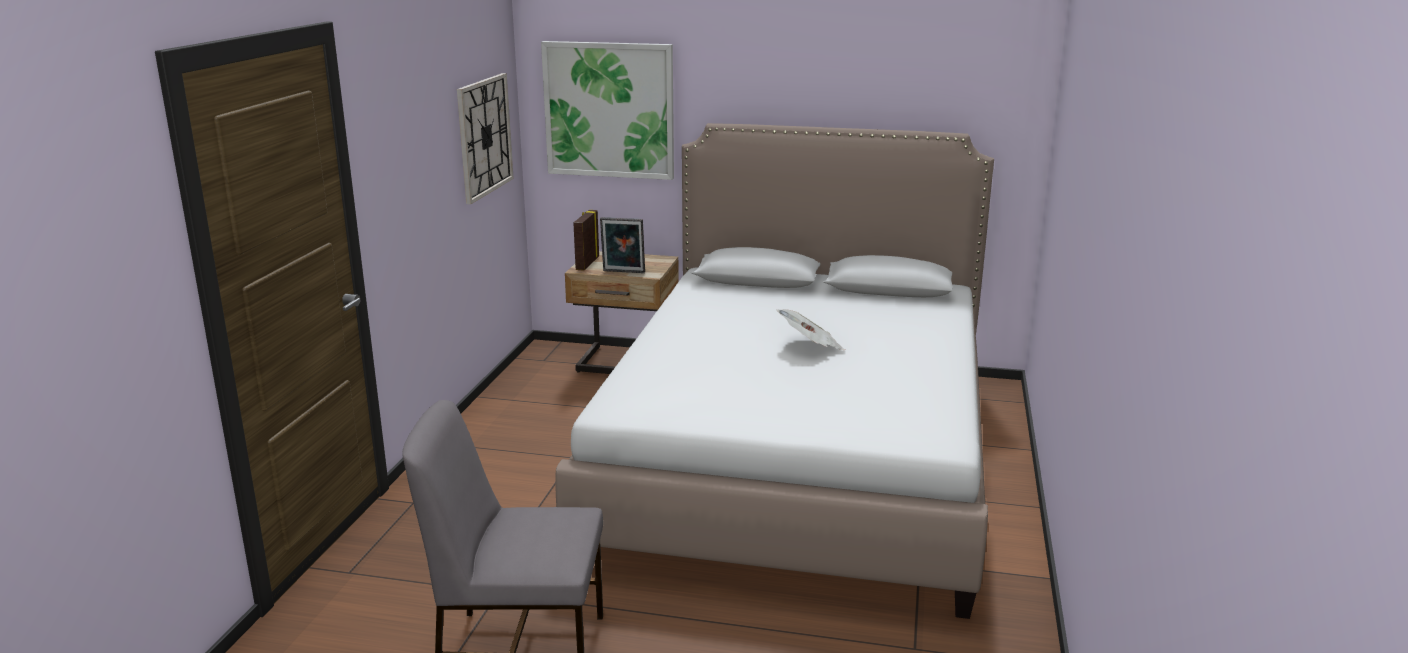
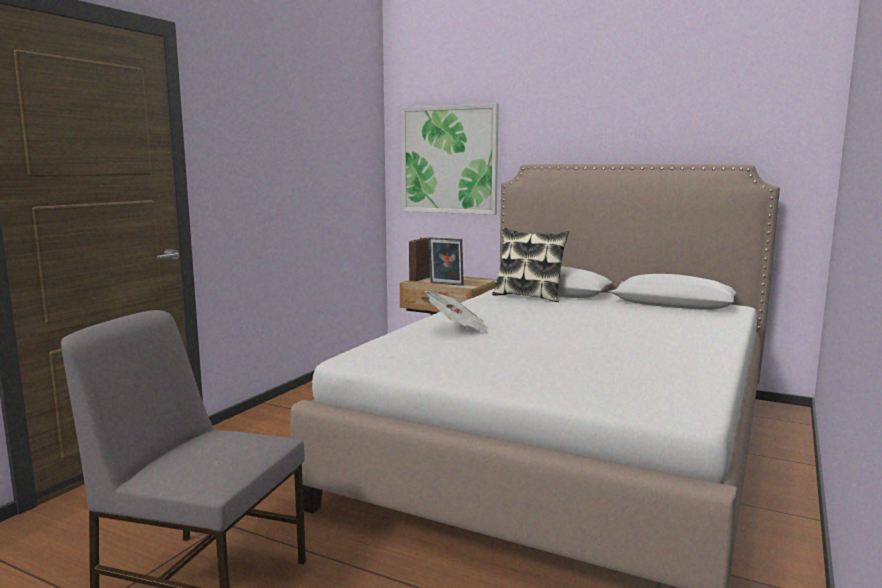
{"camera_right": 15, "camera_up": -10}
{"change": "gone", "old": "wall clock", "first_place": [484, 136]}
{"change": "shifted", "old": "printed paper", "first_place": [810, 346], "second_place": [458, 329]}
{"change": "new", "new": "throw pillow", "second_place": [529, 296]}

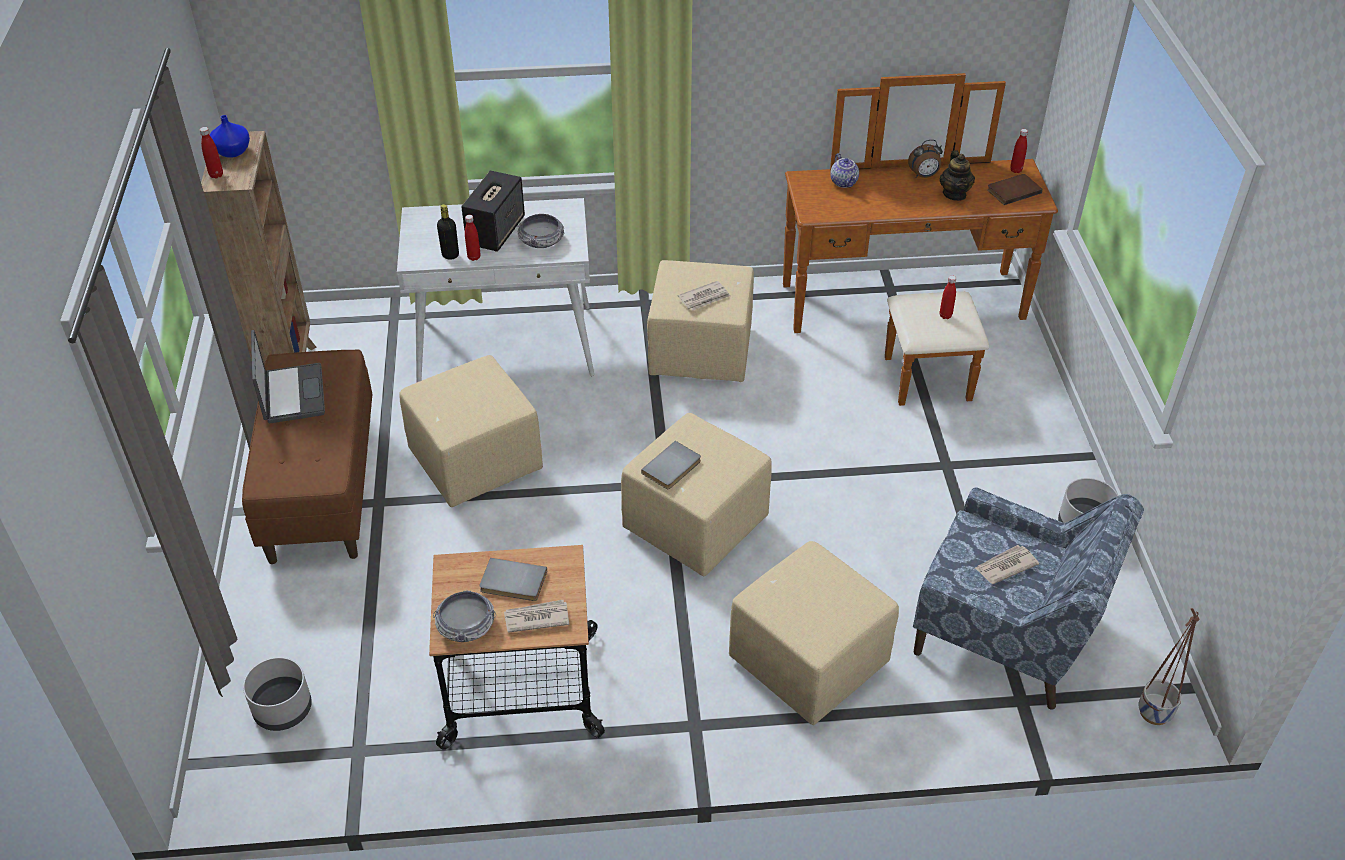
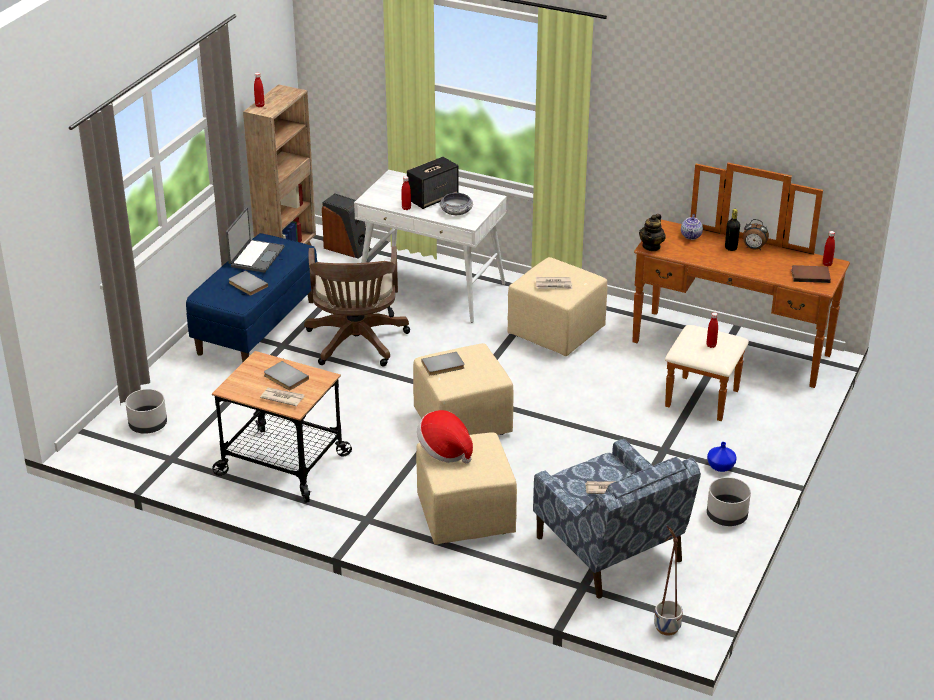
{"camera_right": 30, "camera_up": -10}
{"change": "shifted", "old": "flower vase in bluish", "first_place": [233, 151], "second_place": [721, 466]}
{"change": "repainted", "old": "long seat in brown-coloured", "new": "long seat in bluish", "first_place": [321, 487], "second_place": [256, 326]}
{"change": "swapped", "old": "ottoman in beige-coloured", "new": "office chair in brown-coloured", "first_place": [474, 463], "second_place": [356, 344]}
{"change": "gone", "old": "deep dish", "first_place": [466, 626]}
{"change": "shifted", "old": "bottle in black-coloured", "first_place": [450, 255], "second_place": [731, 248]}
{"change": "shifted", "old": "pot for tea", "first_place": [954, 194], "second_place": [651, 246]}
{"change": "new", "new": "volume in greyish", "second_place": [247, 285]}
{"change": "new", "new": "speaker", "second_place": [347, 248]}
{"change": "new", "new": "wearable hat", "second_place": [445, 450]}

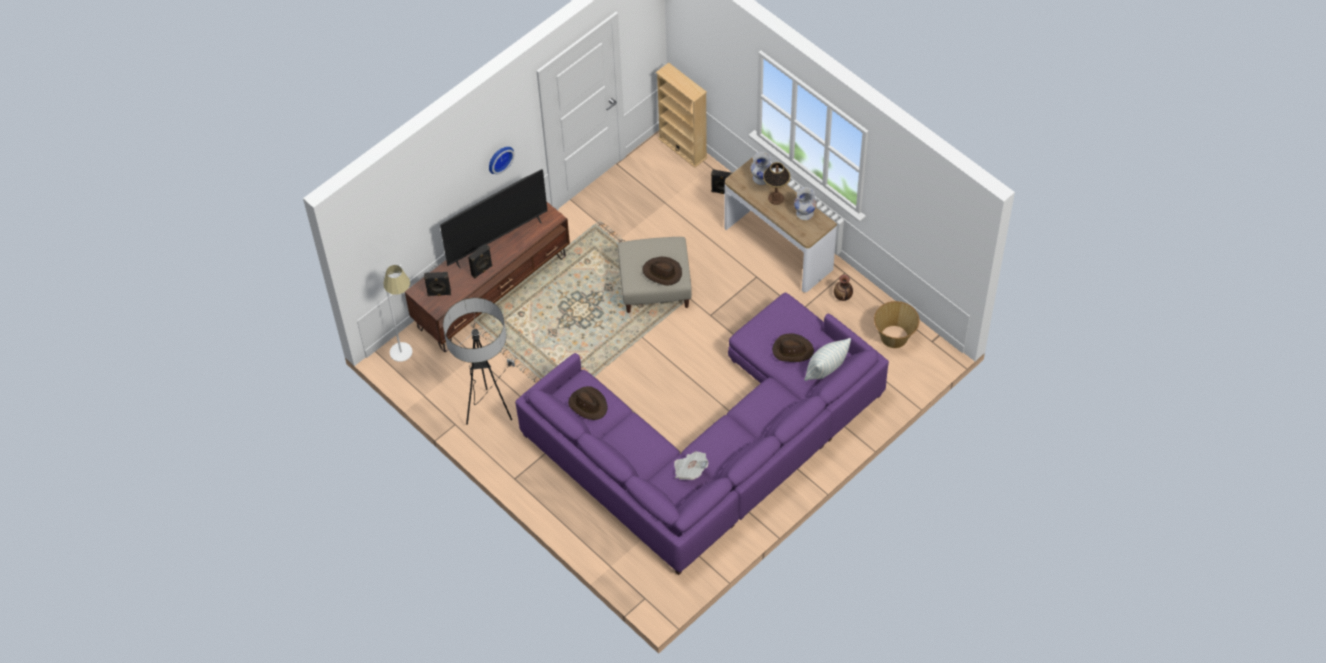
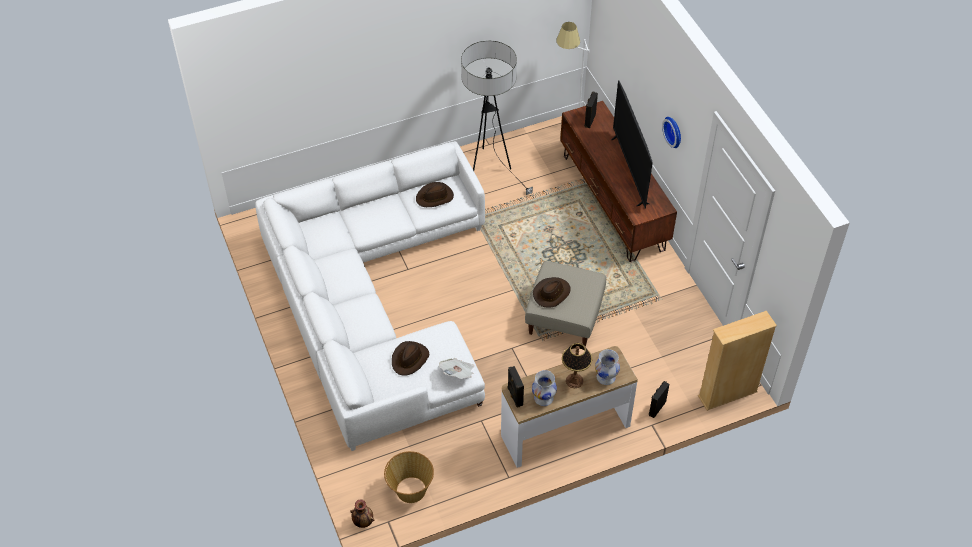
{"camera_right": 110, "camera_up": -5}
{"change": "shifted", "old": "speaker in black-coloured", "first_place": [482, 270], "second_place": [514, 396]}
{"change": "repainted", "old": "sofa in purple", "new": "sofa in white", "first_place": [711, 444], "second_place": [374, 302]}
{"change": "shifted", "old": "printed paper", "first_place": [690, 470], "second_place": [458, 373]}
{"change": "gone", "old": "throw pillow", "first_place": [826, 370]}
{"change": "shifted", "old": "flower vase", "first_place": [843, 296], "second_place": [363, 521]}

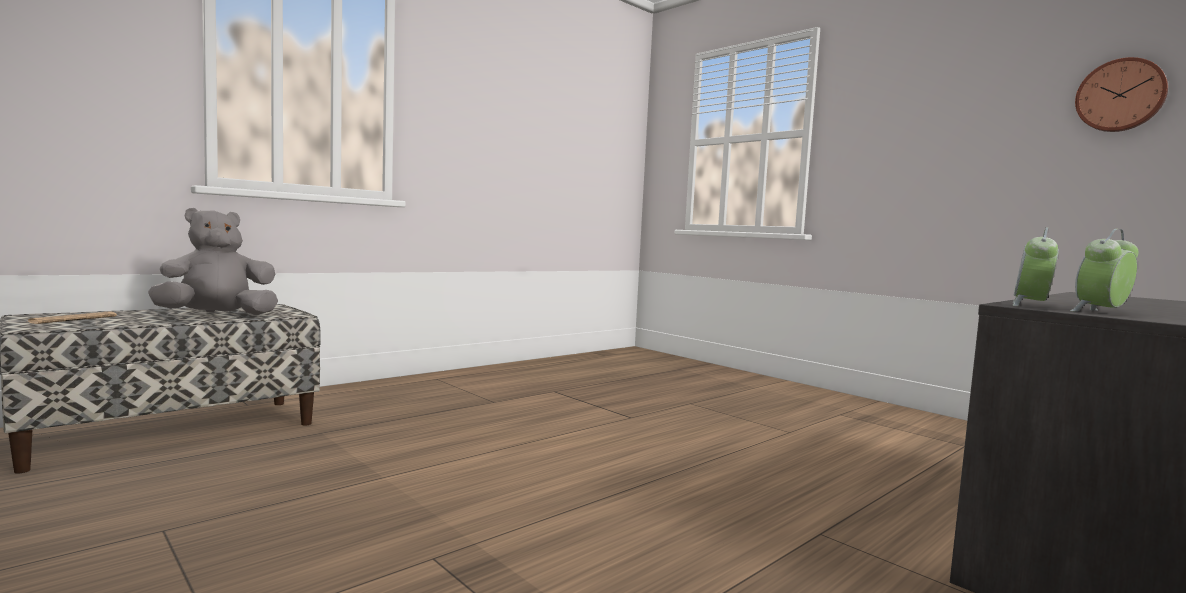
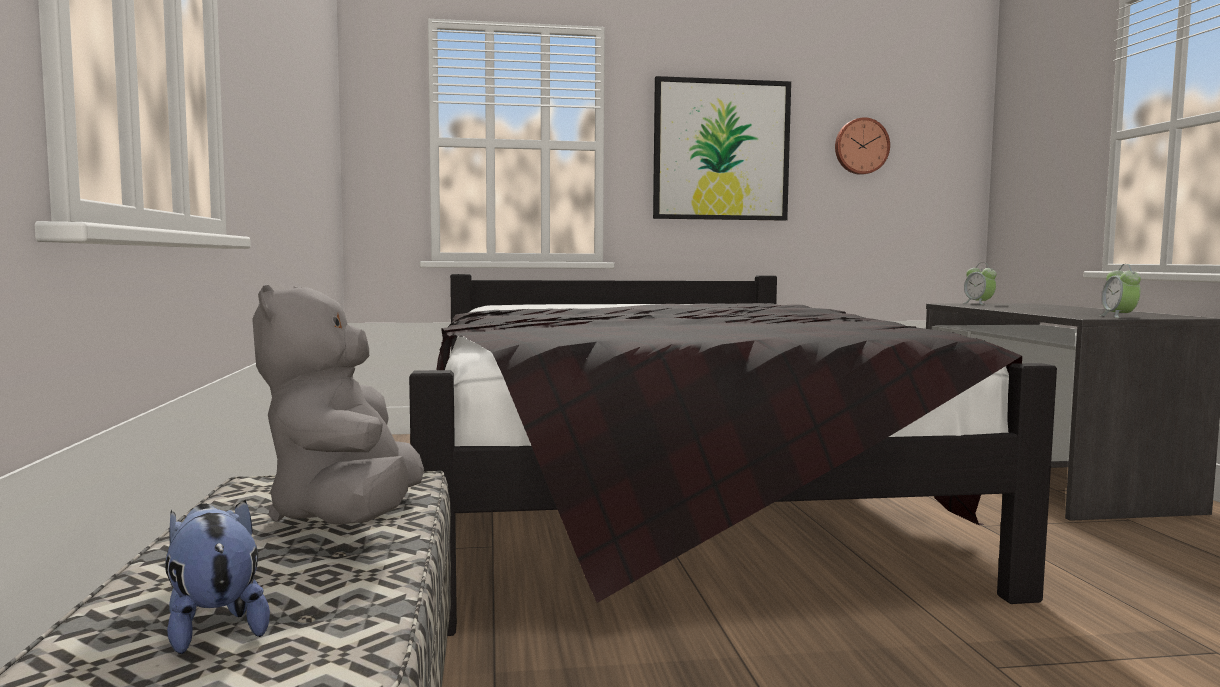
{"camera_right": -55, "camera_up": 0}
{"change": "swapped", "old": "printed paper", "new": "plush toy", "first_place": [73, 319], "second_place": [214, 627]}
{"change": "shifted", "old": "alarm clock", "first_place": [1031, 305], "second_place": [978, 303]}
{"change": "new", "new": "sleeping bed in black-coloured", "second_place": [662, 497]}
{"change": "new", "new": "picture", "second_place": [721, 150]}

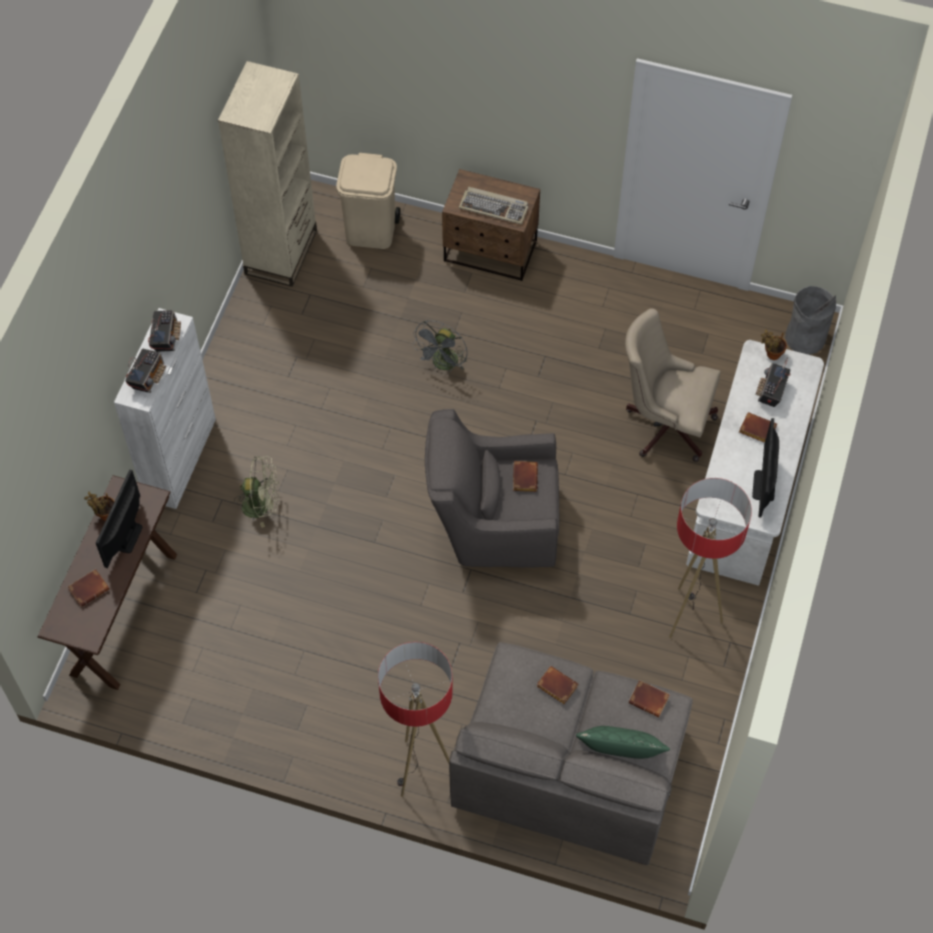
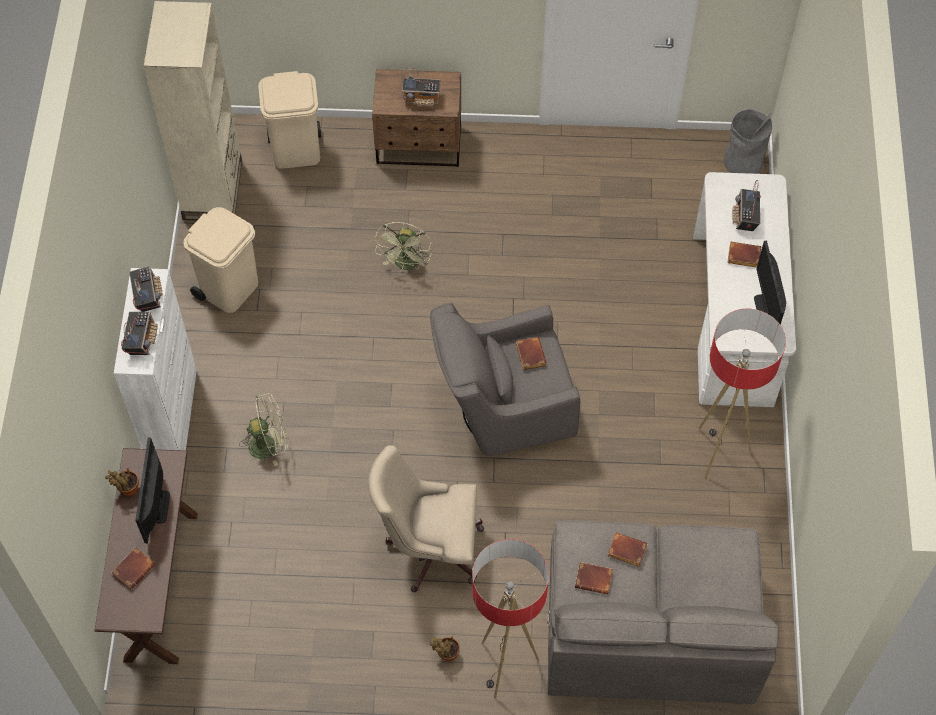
{"camera_right": -15, "camera_up": 0}
{"change": "repainted", "old": "fan in greyish", "new": "fan in green", "first_place": [443, 365], "second_place": [407, 265]}
{"change": "swapped", "old": "PC keyboard", "new": "radio receiver", "first_place": [494, 207], "second_place": [422, 98]}
{"change": "gone", "old": "throw pillow in green", "first_place": [619, 756]}
{"change": "shifted", "old": "office chair in beige-coloured", "first_place": [664, 423], "second_place": [429, 547]}
{"change": "shifted", "old": "volume in brown-coloured", "first_place": [650, 700], "second_place": [594, 579]}
{"change": "shifted", "old": "plant in a pot", "first_place": [771, 354], "second_place": [446, 655]}
{"change": "new", "new": "trash can in beige-coloured", "second_place": [230, 288]}

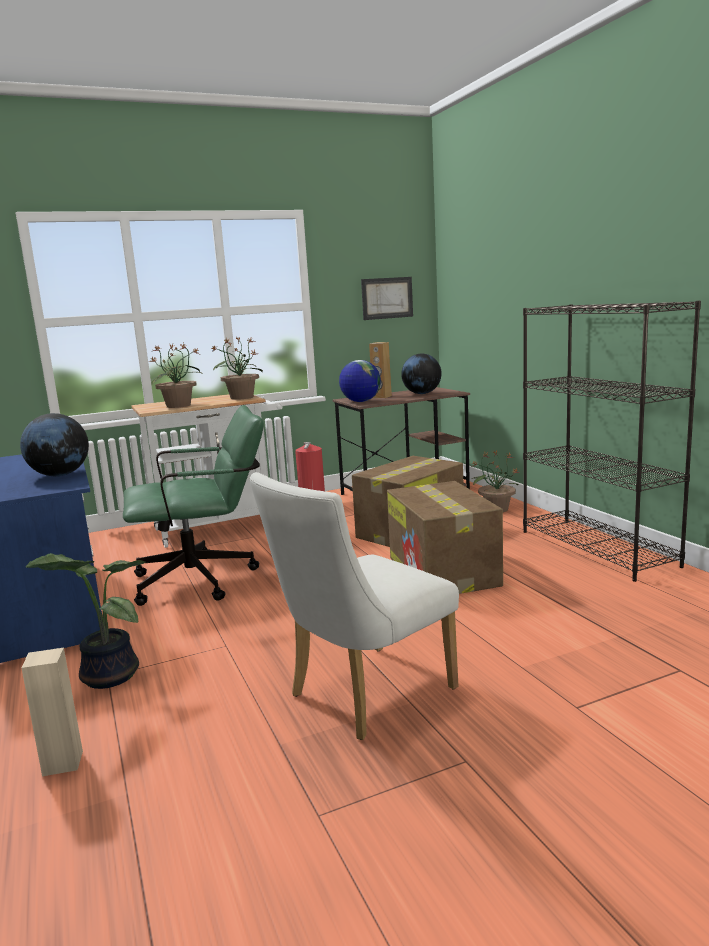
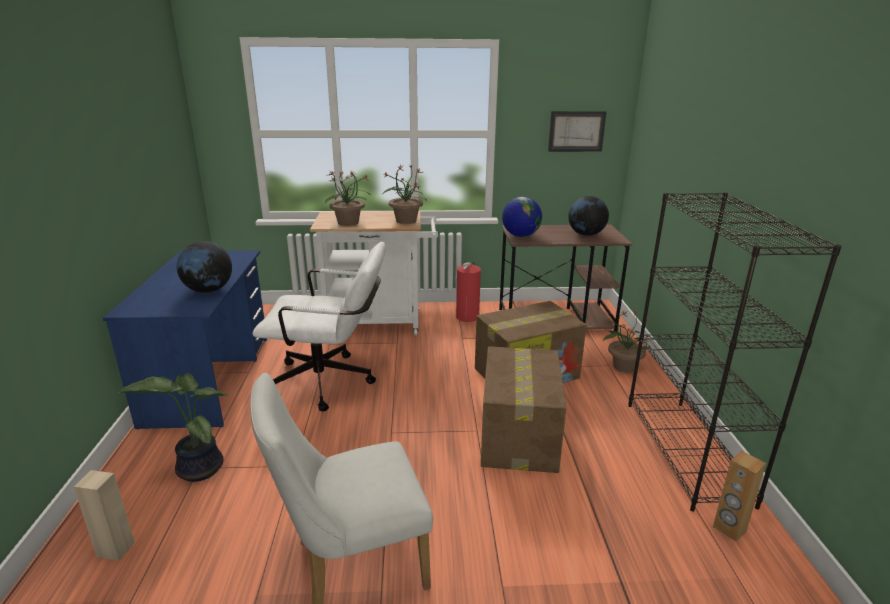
{"camera_right": 20, "camera_up": 10}
{"change": "repainted", "old": "office chair in green", "new": "office chair in white", "first_place": [206, 579], "second_place": [330, 382]}
{"change": "shifted", "old": "speaker in brown-coloured", "first_place": [381, 397], "second_place": [729, 529]}

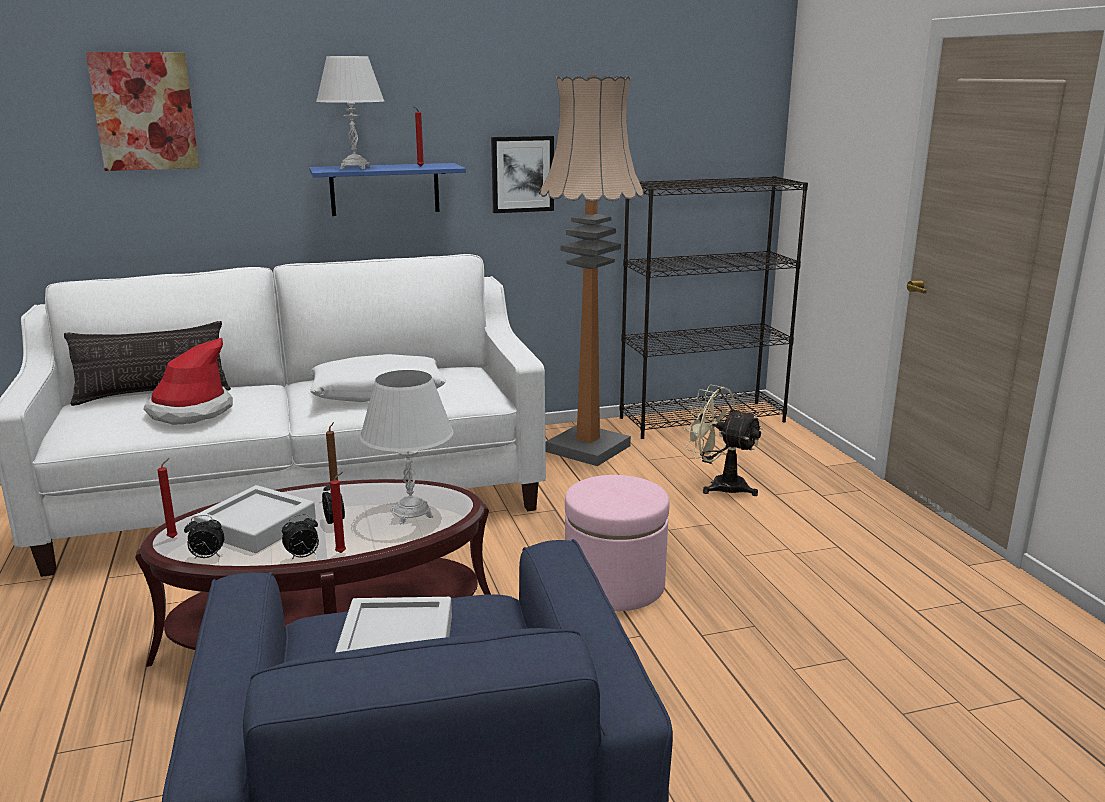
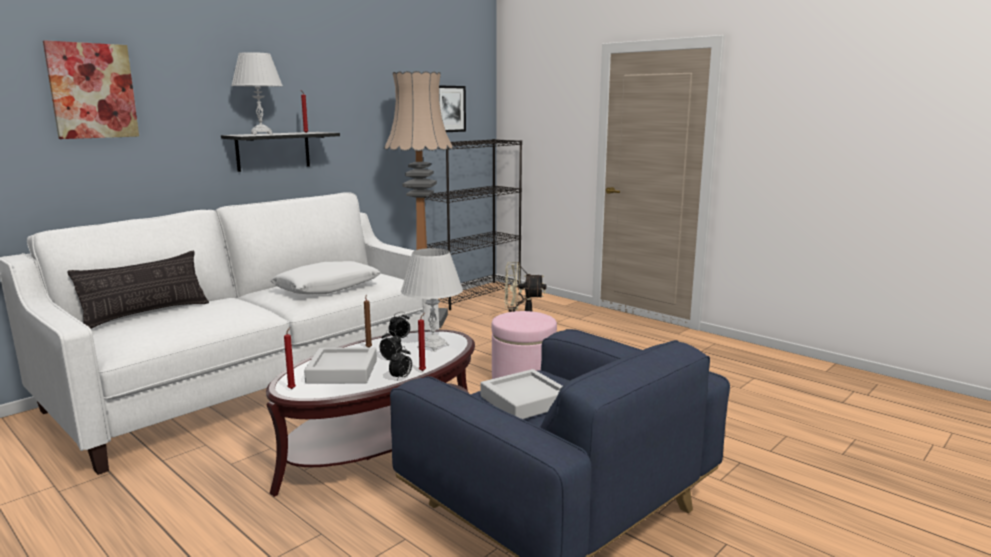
{"camera_right": -30, "camera_up": -5}
{"change": "gone", "old": "wearable hat", "first_place": [190, 411]}
{"change": "shifted", "old": "alarm clock", "first_place": [207, 557], "second_place": [400, 338]}
{"change": "repainted", "old": "bracket shelf in bluish", "new": "bracket shelf in black-coloured", "first_place": [385, 189], "second_place": [273, 151]}
{"change": "shifted", "old": "picture", "first_place": [522, 174], "second_place": [449, 109]}

